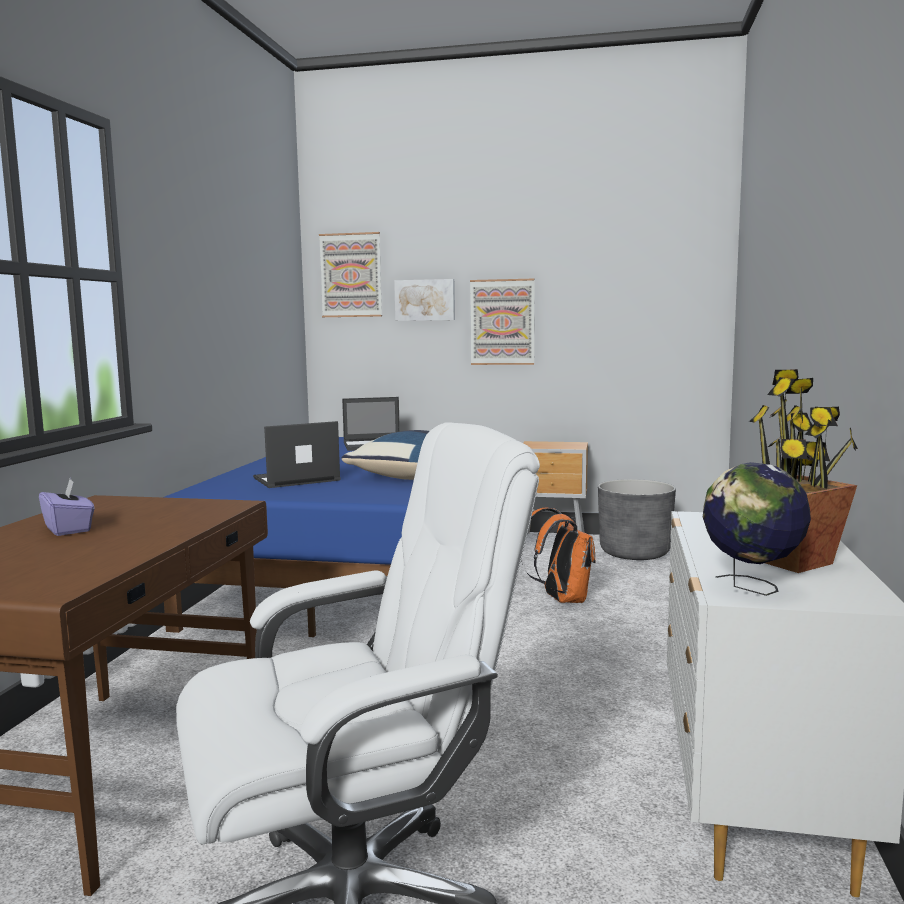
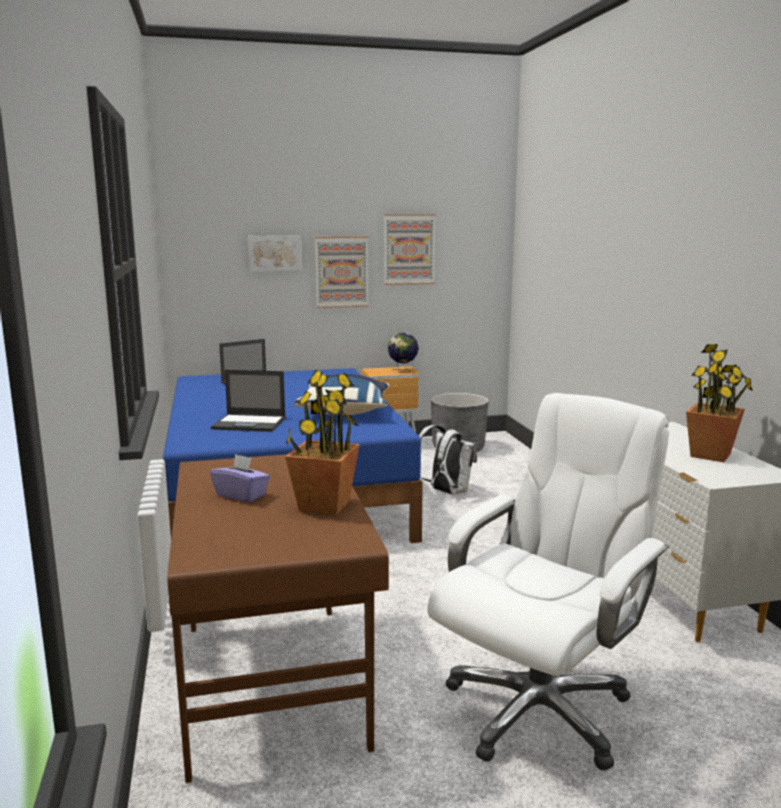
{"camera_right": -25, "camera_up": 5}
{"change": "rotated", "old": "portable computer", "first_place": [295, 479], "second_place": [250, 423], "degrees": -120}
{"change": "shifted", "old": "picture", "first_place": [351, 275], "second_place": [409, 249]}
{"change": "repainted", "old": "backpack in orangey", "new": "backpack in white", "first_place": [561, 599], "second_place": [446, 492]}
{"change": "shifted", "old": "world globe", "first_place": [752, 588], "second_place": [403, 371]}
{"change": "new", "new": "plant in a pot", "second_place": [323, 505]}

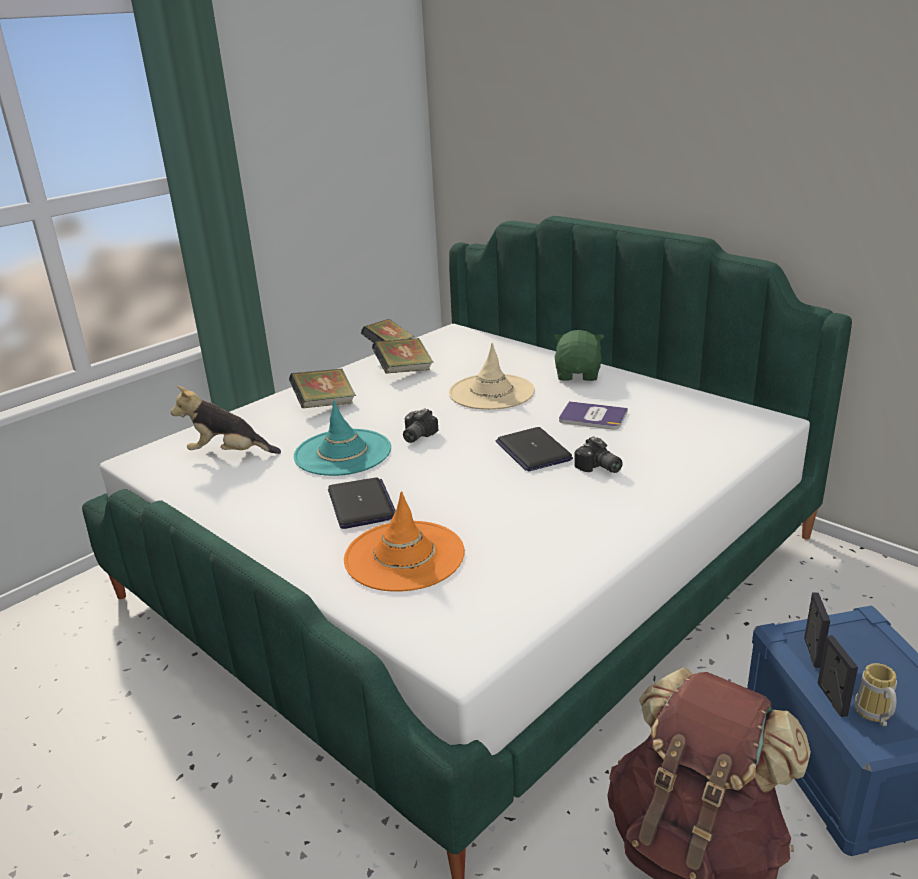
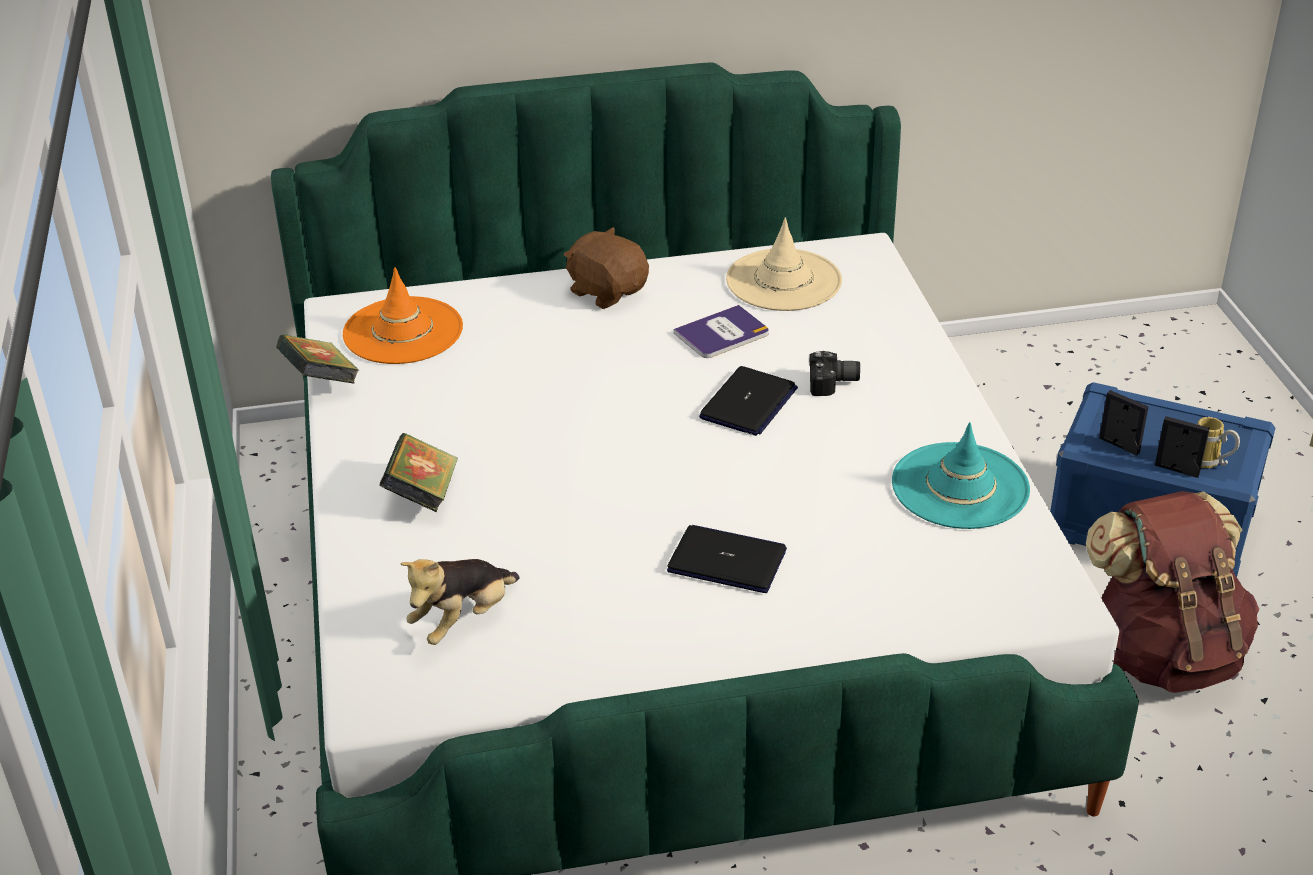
{"camera_right": -55, "camera_up": 10}
{"change": "shifted", "old": "wearable hat in turquoise", "first_place": [343, 453], "second_place": [960, 486]}
{"change": "shifted", "old": "wearable hat in orangey", "first_place": [404, 556], "second_place": [403, 331]}
{"change": "gone", "old": "volume", "first_place": [404, 371]}
{"change": "gone", "old": "photo camera", "first_place": [416, 436]}
{"change": "shifted", "old": "wearable hat in beige-coloured", "first_place": [491, 392], "second_place": [783, 281]}
{"change": "rotated", "old": "portable computer", "first_place": [533, 451], "second_place": [748, 403], "degrees": -75}
{"change": "repainted", "old": "plush toy in green", "new": "plush toy in brown-coloured", "first_place": [578, 374], "second_place": [607, 291]}

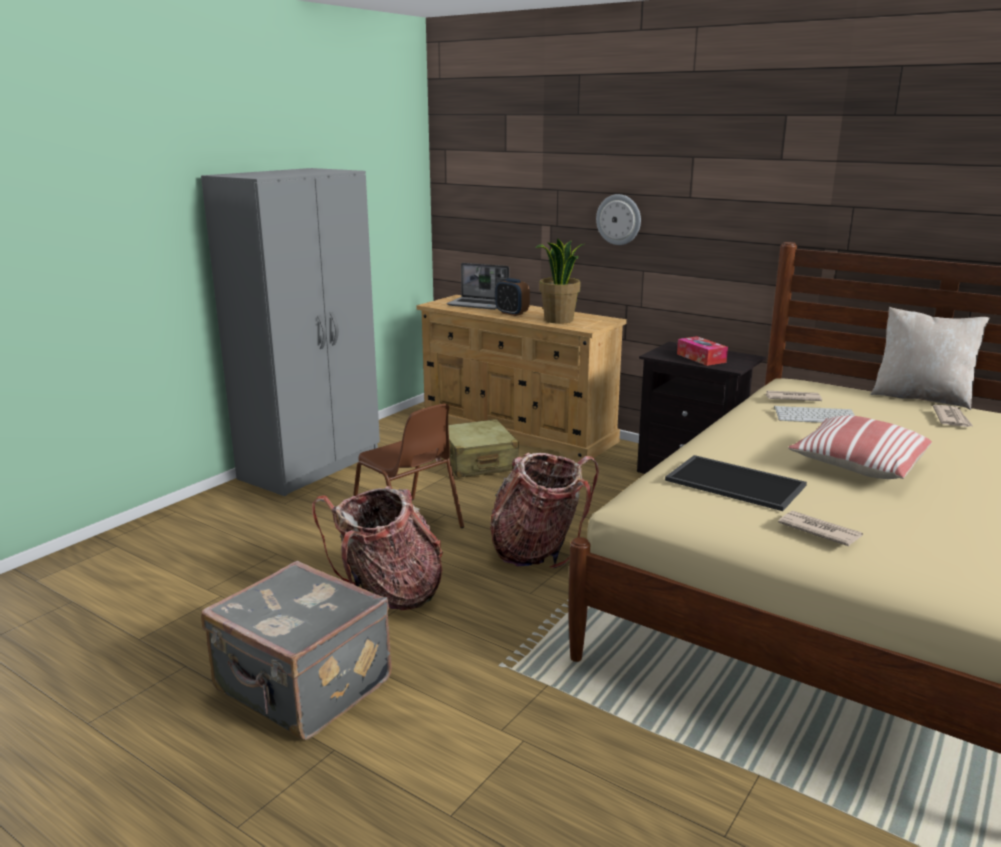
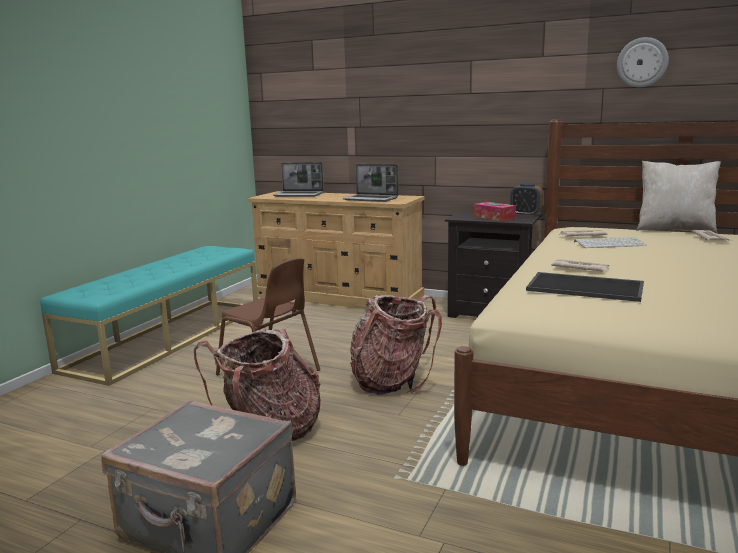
{"camera_right": -10, "camera_up": -5}
{"change": "swapped", "old": "wardrobe in greyish", "new": "long seat in turquoise", "first_place": [312, 466], "second_place": [169, 337]}
{"change": "gone", "old": "travel case in beige-coloured", "first_place": [478, 462]}
{"change": "shifted", "old": "alarm clock", "first_place": [512, 313], "second_place": [525, 215]}
{"change": "swapped", "old": "plant in a pot", "new": "portable computer", "first_place": [559, 320], "second_place": [371, 199]}
{"change": "shifted", "old": "wall clock", "first_place": [619, 219], "second_place": [642, 62]}
{"change": "shifted", "old": "printed paper", "first_place": [819, 531], "second_place": [579, 268]}
{"change": "gone", "old": "throw pillow", "first_place": [857, 465]}

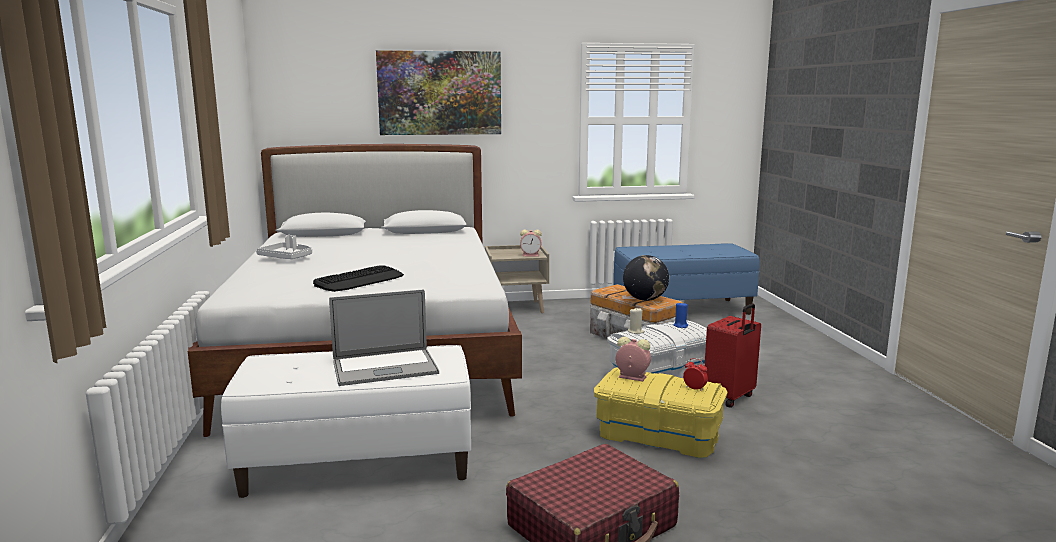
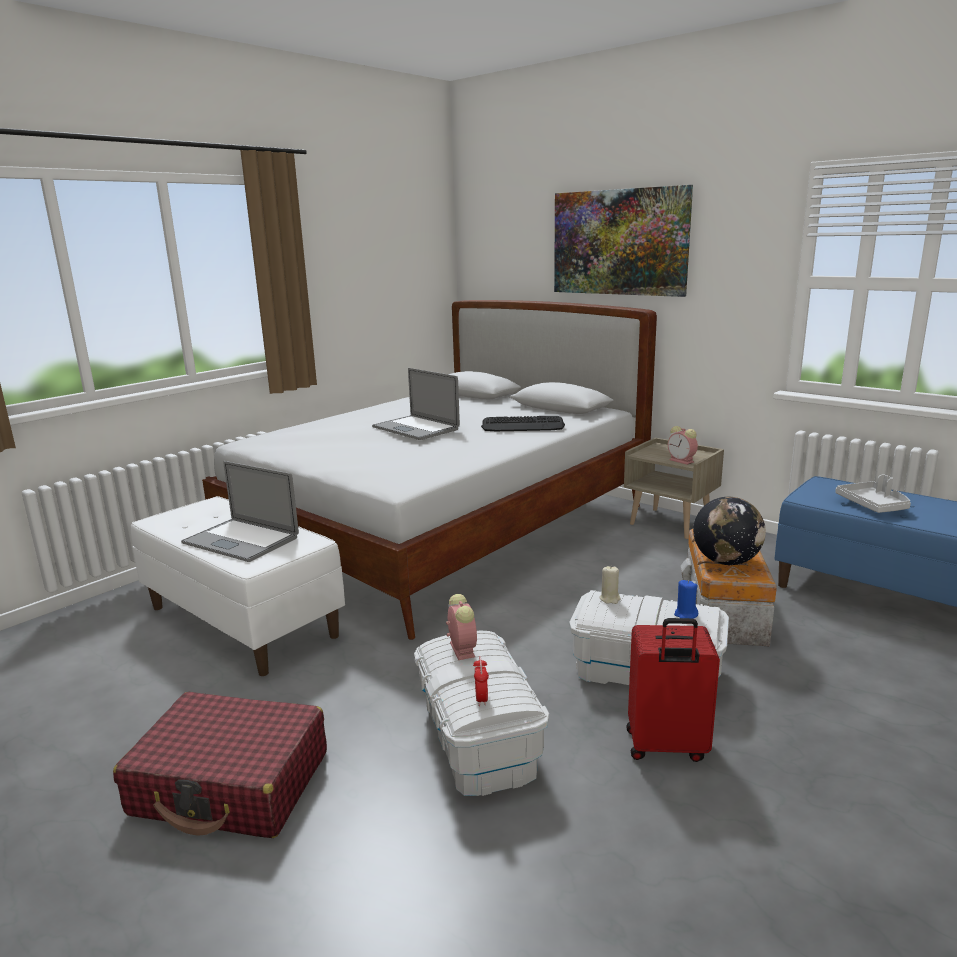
{"camera_right": 50, "camera_up": 5}
{"change": "shifted", "old": "carrying tray in greyish", "first_place": [287, 258], "second_place": [873, 505]}
{"change": "shifted", "old": "PC keyboard", "first_place": [359, 280], "second_place": [523, 425]}
{"change": "repainted", "old": "storage box in yellowish", "new": "storage box in white", "first_place": [657, 436], "second_place": [477, 739]}
{"change": "new", "new": "portable computer", "second_place": [415, 428]}

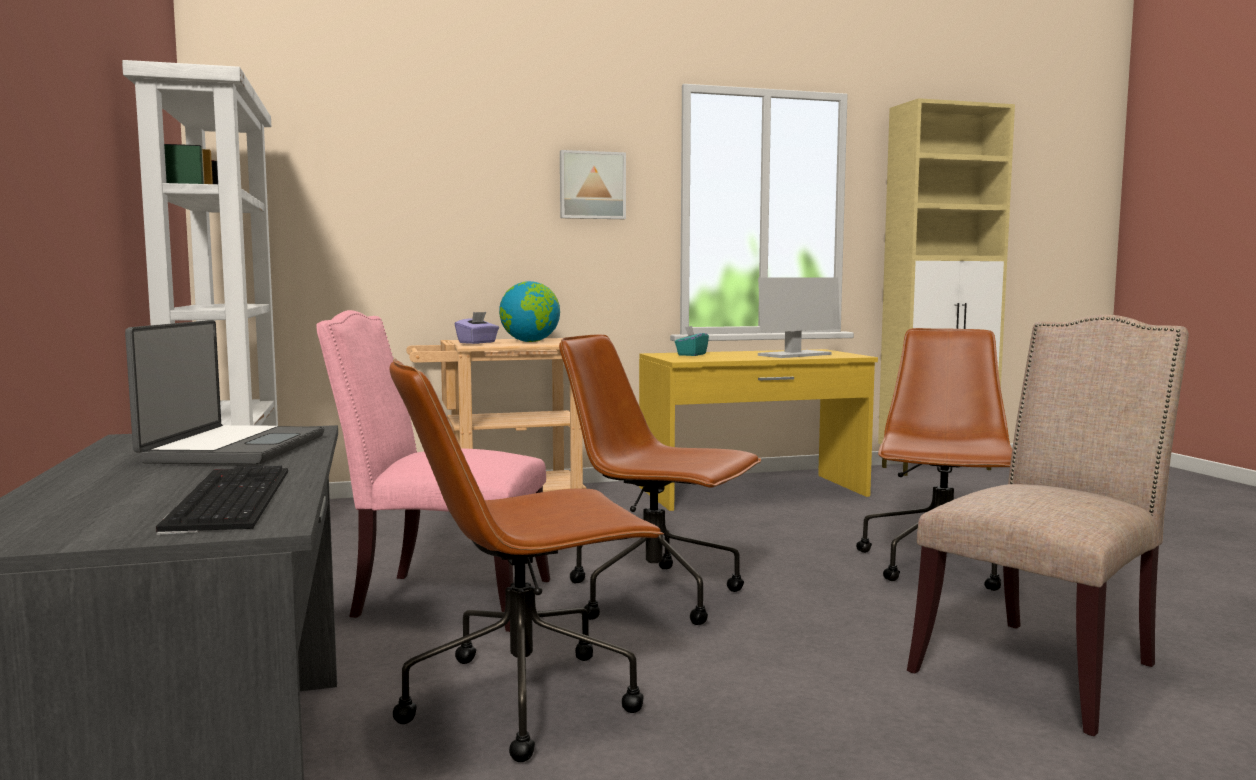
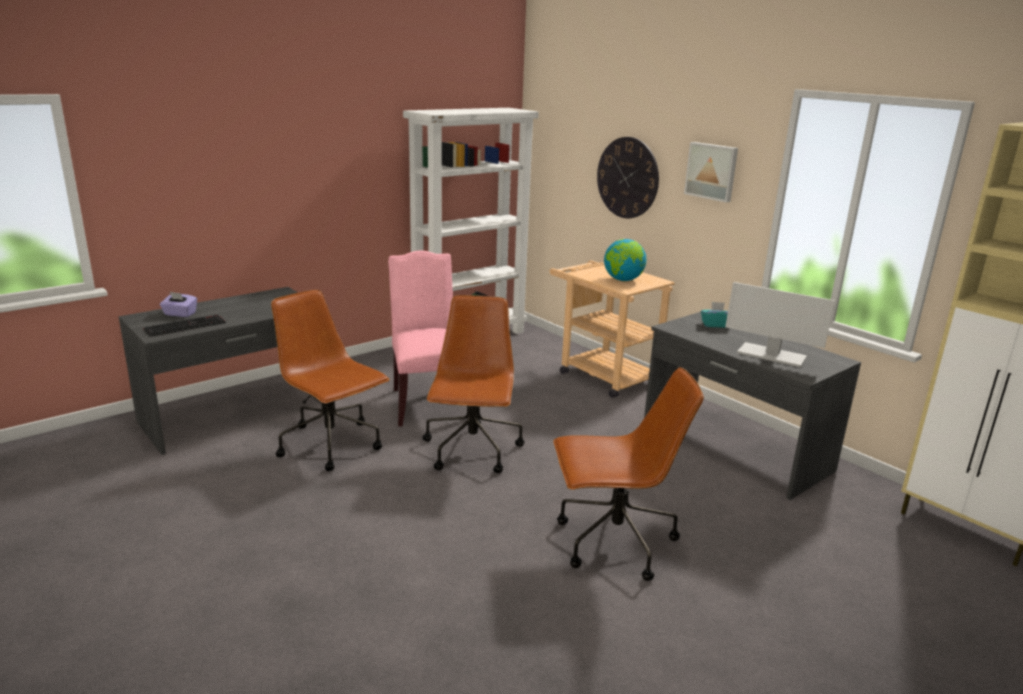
{"camera_right": 65, "camera_up": 15}
{"change": "gone", "old": "portable computer", "first_place": [233, 449]}
{"change": "shifted", "old": "tissue box in purple", "first_place": [477, 342], "second_place": [180, 314]}
{"change": "repainted", "old": "desk unit in yellowish", "new": "desk unit in greyish", "first_place": [753, 492], "second_place": [734, 448]}
{"change": "gone", "old": "plain chair in beige-coloured", "first_place": [1044, 667]}
{"change": "new", "new": "wall clock", "second_place": [627, 178]}

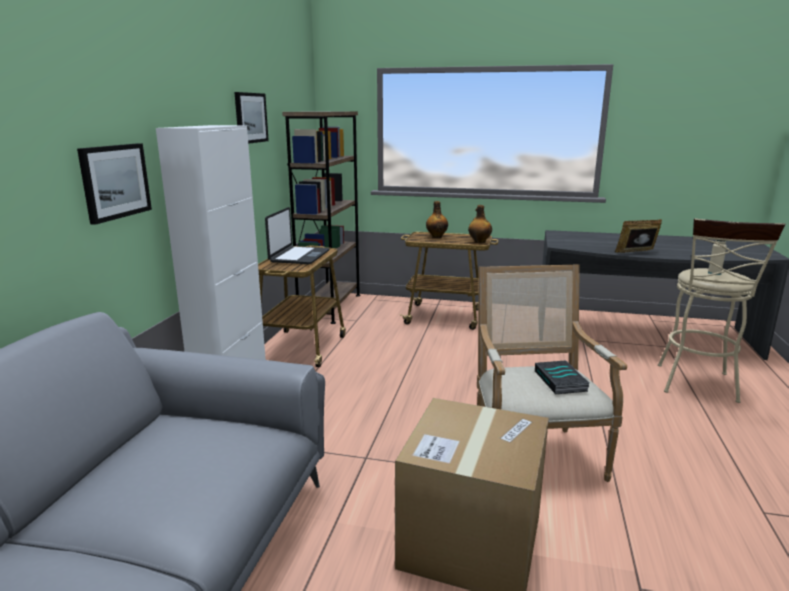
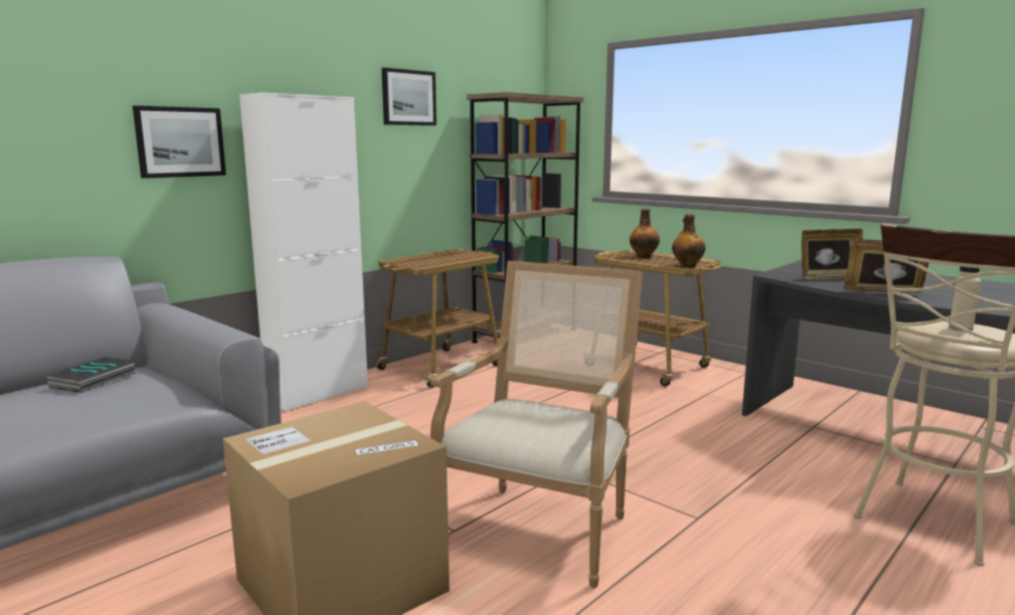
{"camera_right": 30, "camera_up": -5}
{"change": "gone", "old": "portable computer", "first_place": [299, 256]}
{"change": "shifted", "old": "volume", "first_place": [561, 381], "second_place": [94, 380]}
{"change": "new", "new": "photo frame", "second_place": [829, 278]}

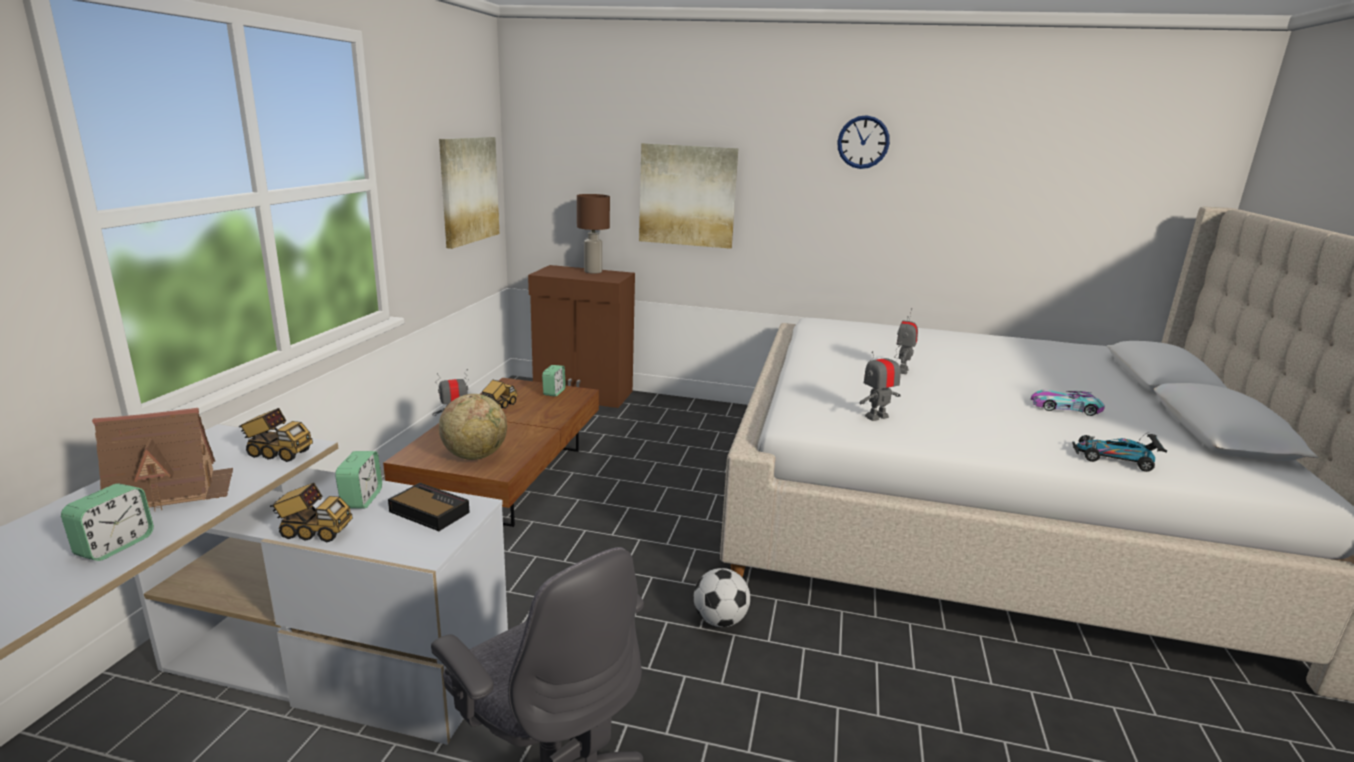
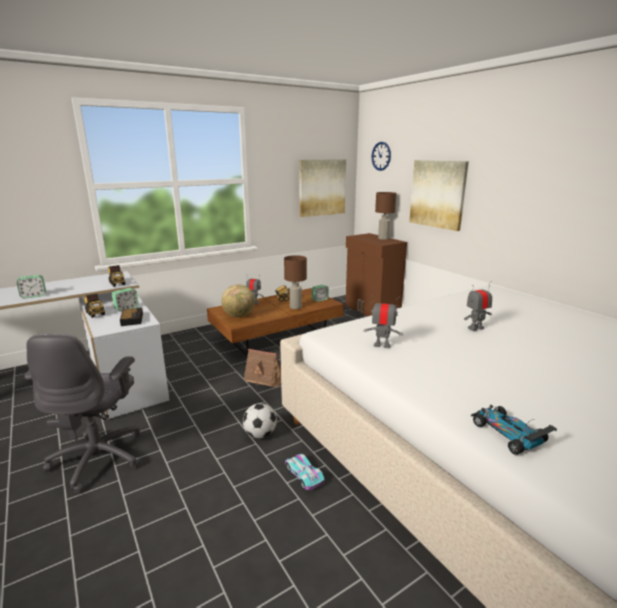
{"camera_right": 45, "camera_up": 0}
{"change": "shifted", "old": "toy house", "first_place": [172, 490], "second_place": [265, 378]}
{"change": "shifted", "old": "wall clock", "first_place": [863, 142], "second_place": [381, 156]}
{"change": "shifted", "old": "miniature car", "first_place": [1065, 408], "second_place": [304, 474]}
{"change": "new", "new": "lamp for a table in brown-coloured", "second_place": [295, 307]}

